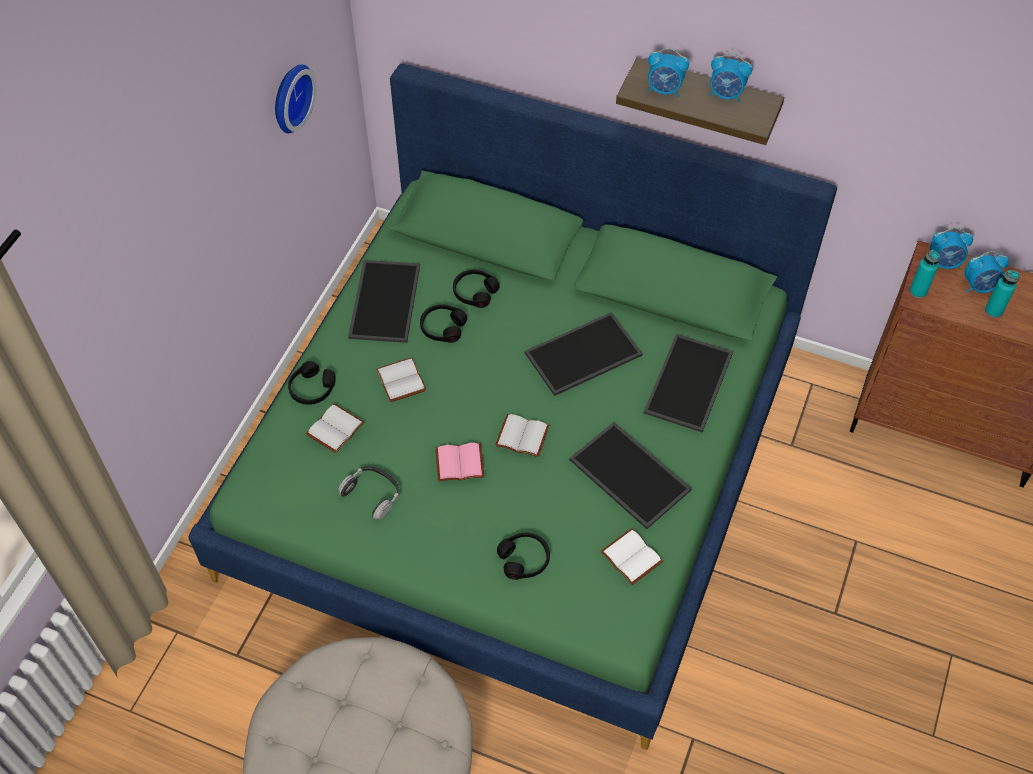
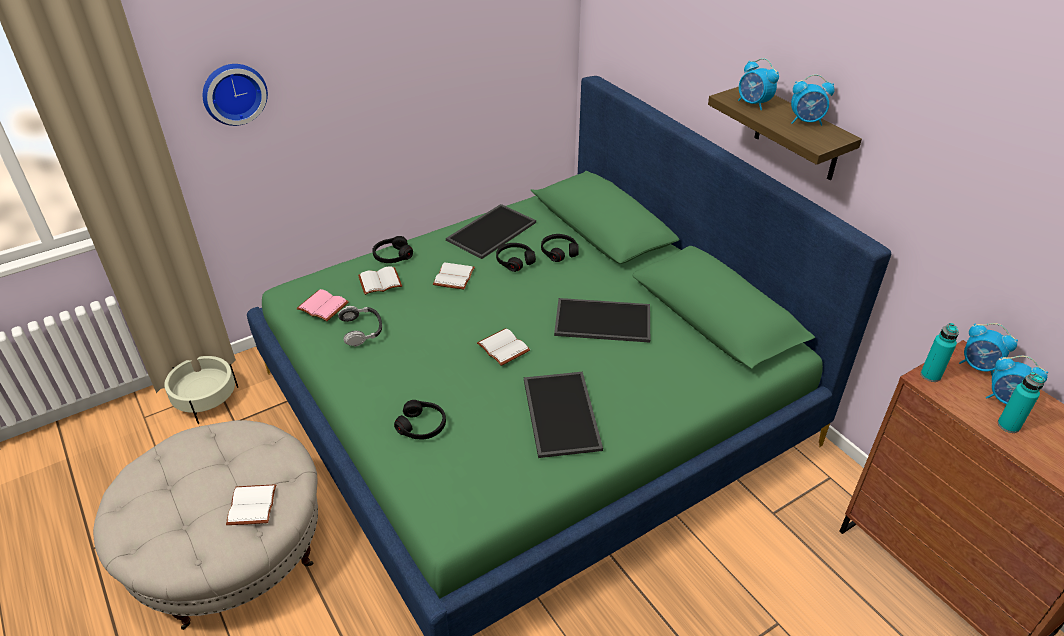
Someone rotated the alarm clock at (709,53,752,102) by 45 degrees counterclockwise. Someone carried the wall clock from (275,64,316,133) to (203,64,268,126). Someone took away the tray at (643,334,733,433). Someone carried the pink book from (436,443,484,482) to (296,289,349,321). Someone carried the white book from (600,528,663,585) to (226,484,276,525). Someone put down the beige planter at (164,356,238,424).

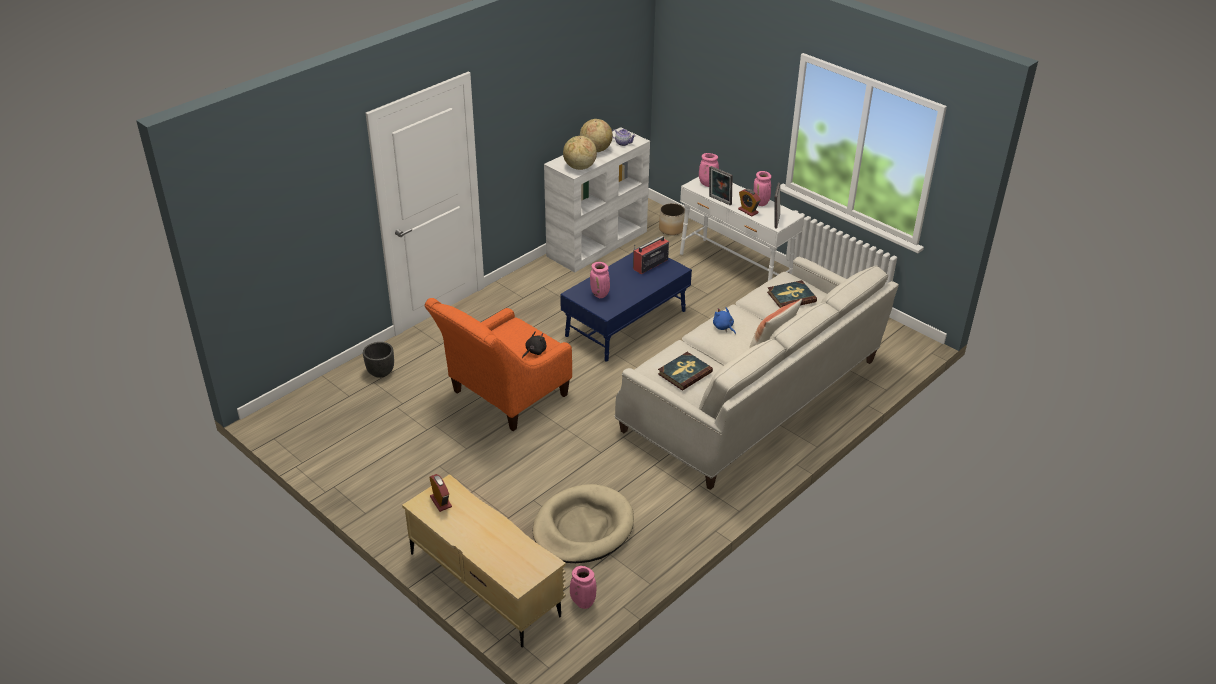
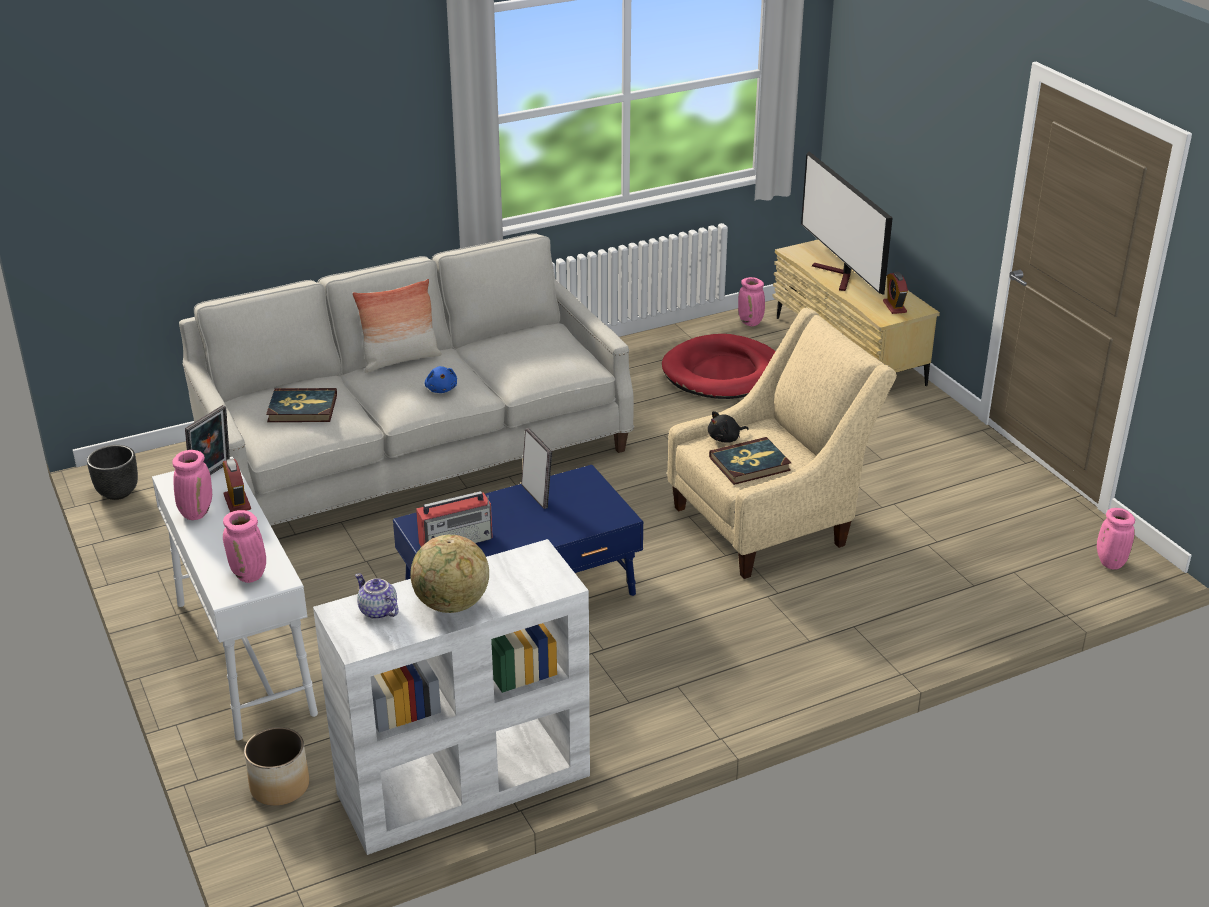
Someone took away the globe at (563,136,597,170). Someone carried the picture frame from (709,166,733,206) to (521,428,552,509). Someone carried the pink vase from (590,262,610,298) to (1097,508,1135,570). Someone repainted the orange armchair at (425,298,572,431), which became the beige armchair at (667,308,897,579). Someone carried the black planter from (363,342,394,378) to (87,445,138,500). Someone carried the book from (658,352,713,390) to (709,437,791,485). Someone repainted the beige dog bed at (533,484,634,563), which became the red dog bed at (662,334,776,399). Someone put down the television at (801,152,893,295).

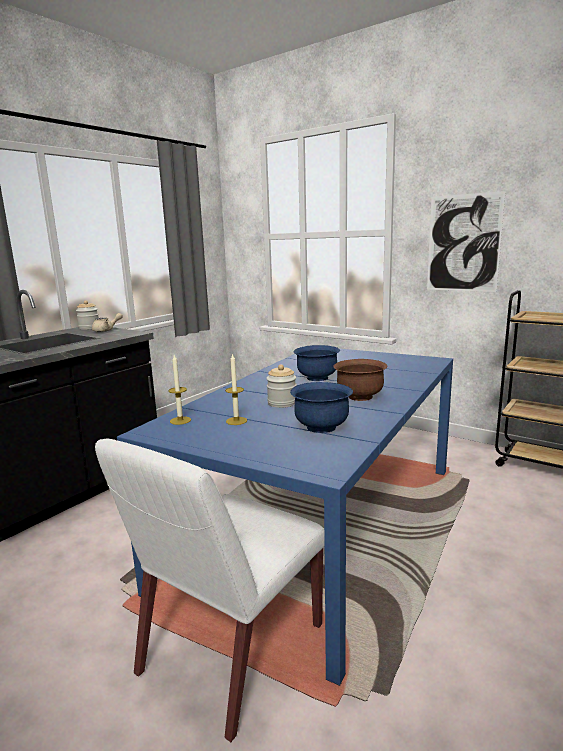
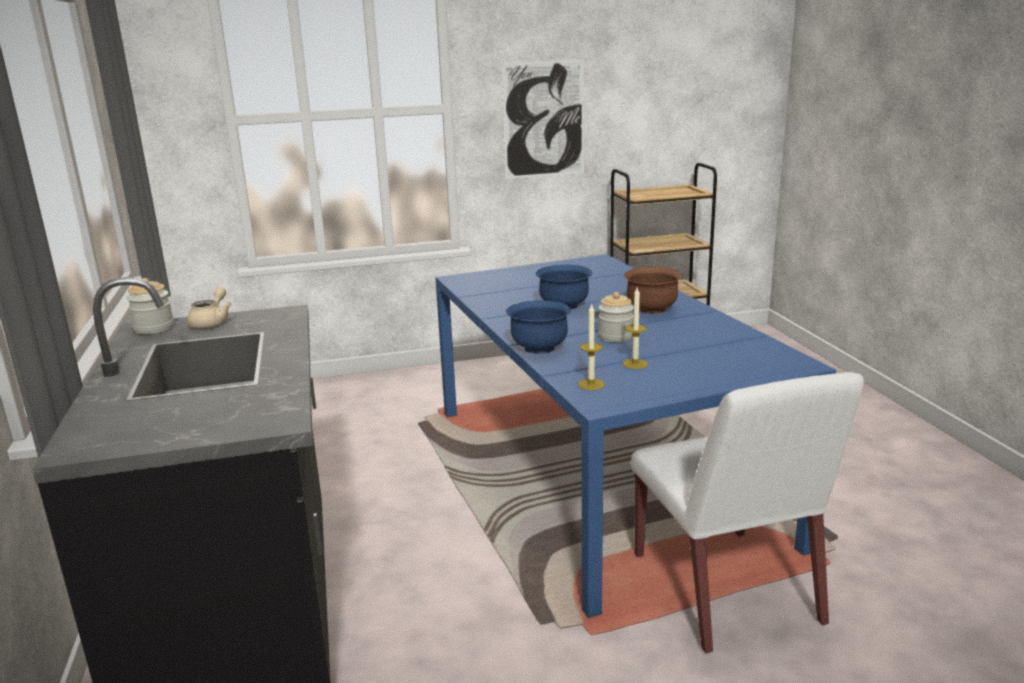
Someone carried the blue bowl from (290,382,353,433) to (506,300,571,354).

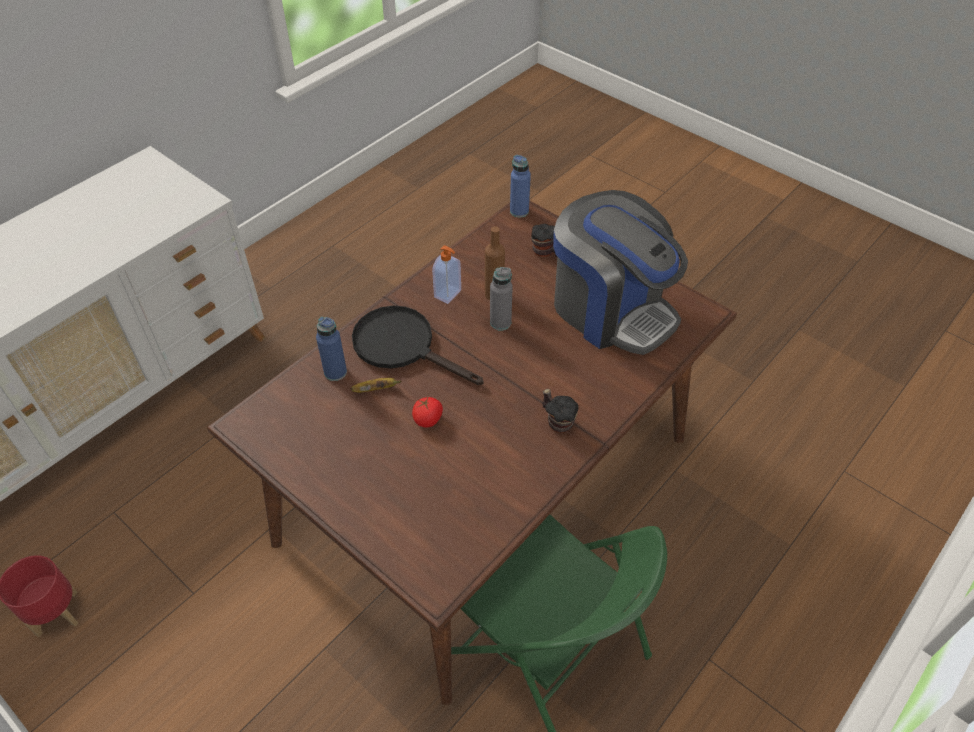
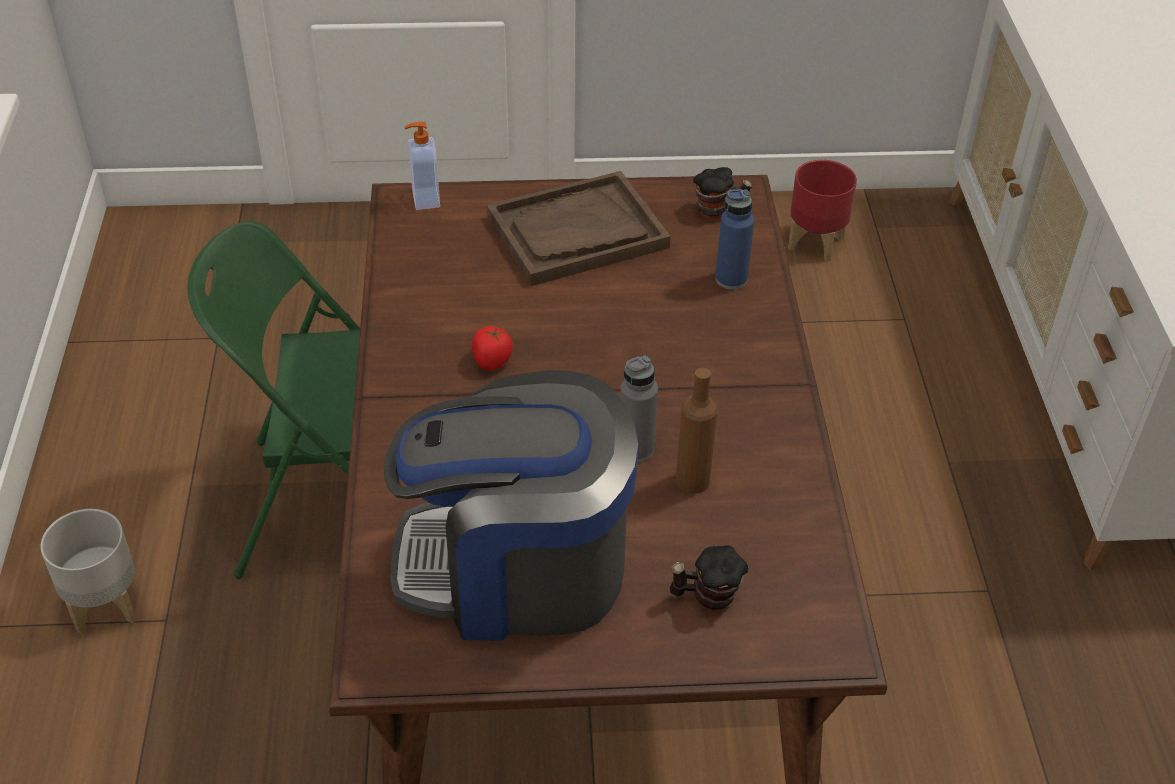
Someone took away the blue bottle at (510,155,531,217). Someone carried the soap dispenser from (432,245,461,304) to (404,122,440,210). Someone took away the black frying pan at (352,306,483,385). Someone took away the banana at (351,378,401,393). Someone carried the mug from (543,389,579,433) to (693,167,752,219). Someone carried the tomato from (412,397,443,428) to (472,326,513,370). Someone put down the brown tray at (487,171,671,286). Someone put down the grey planter at (40,509,136,633).

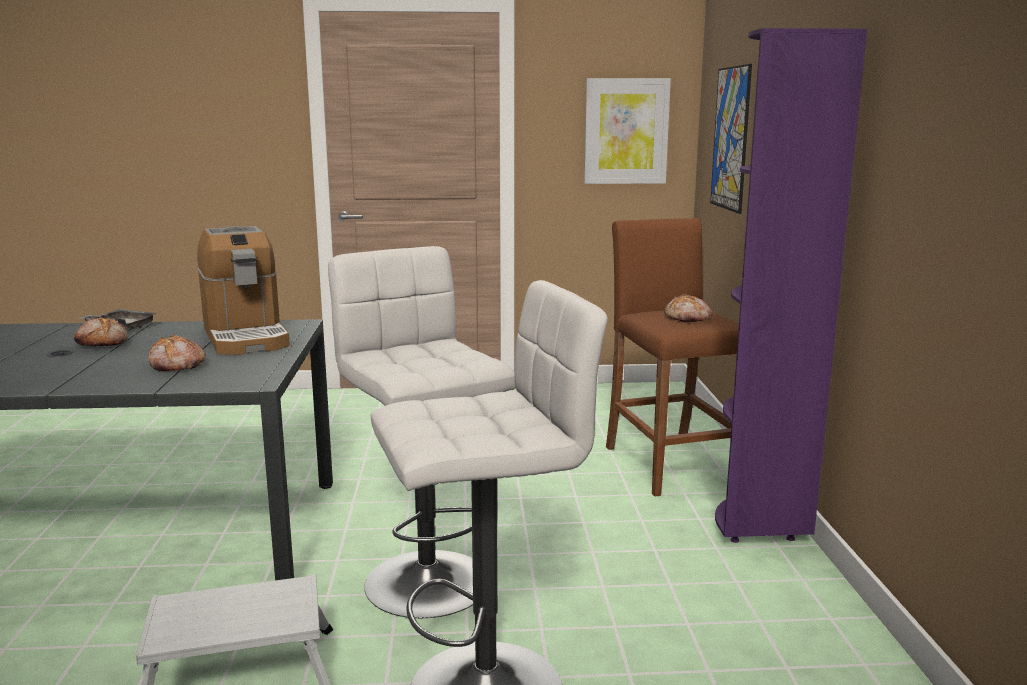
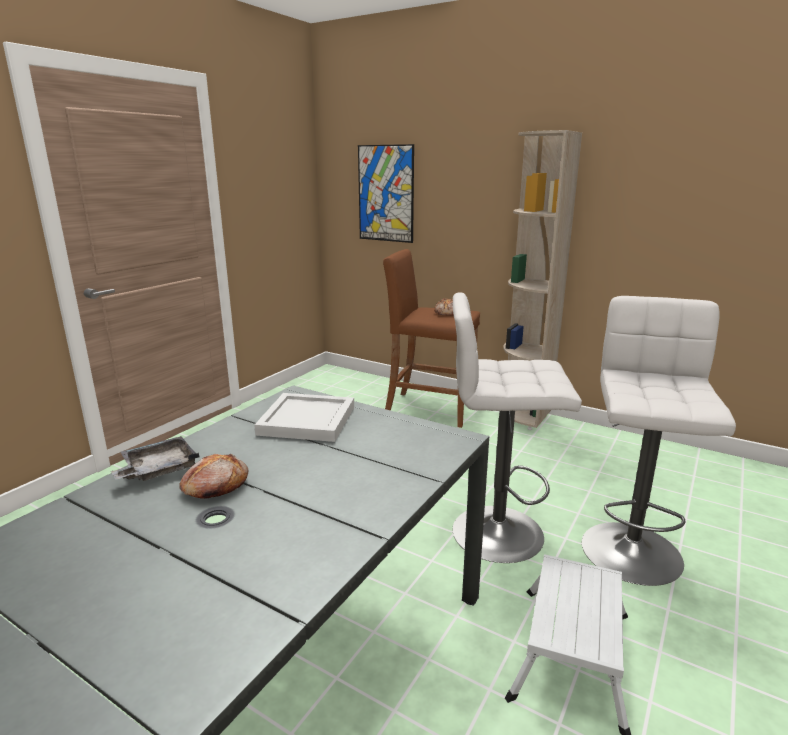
Someone repainted the purple bookcase at (715,28,867,543), which became the beige bookcase at (503,130,582,430). Someone took away the picture at (584,78,671,184). Someone swapped the coffee machine at (197,226,290,355) for the white tray at (254,393,354,442). Someone took away the bread at (148,334,206,371).

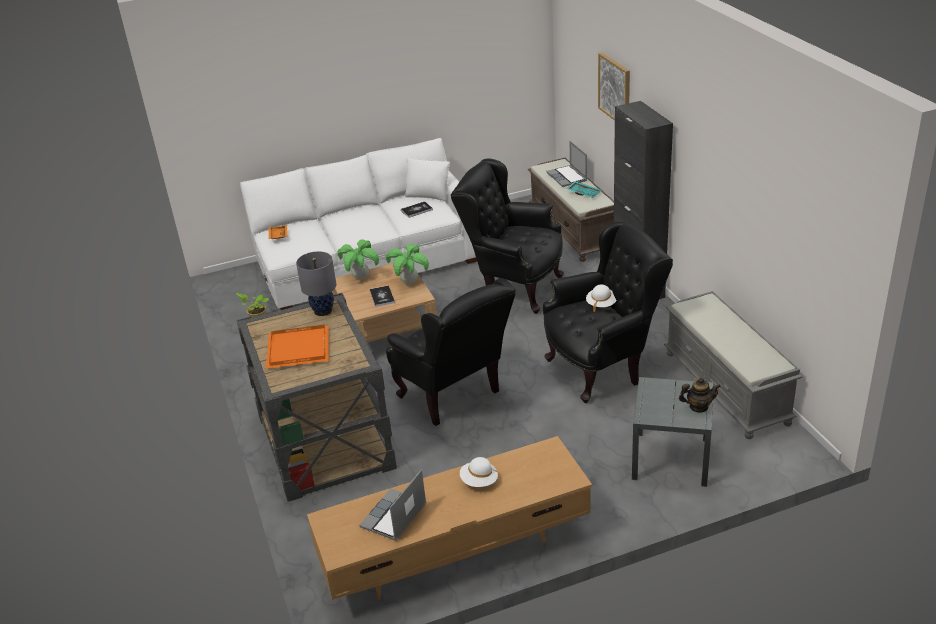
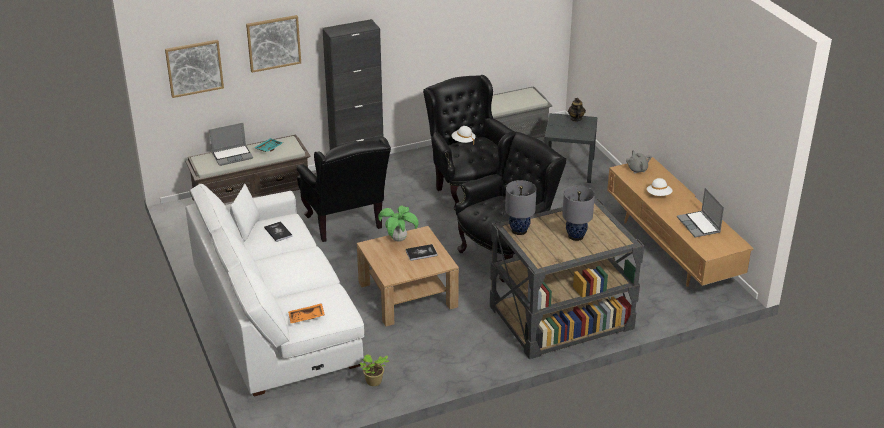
Someone rotated the black armchair at (451,159,564,314) by 45 degrees counterclockwise. Someone took away the potted plant at (337,239,379,279). Someone swapped the orange tray at (266,325,329,369) for the grey table lamp at (562,185,595,241). Someone rotated the laptop at (359,470,426,541) by 45 degrees clockwise. Someone put up the picture at (165,40,224,98). Someone put down the grey teapot at (626,150,651,174).

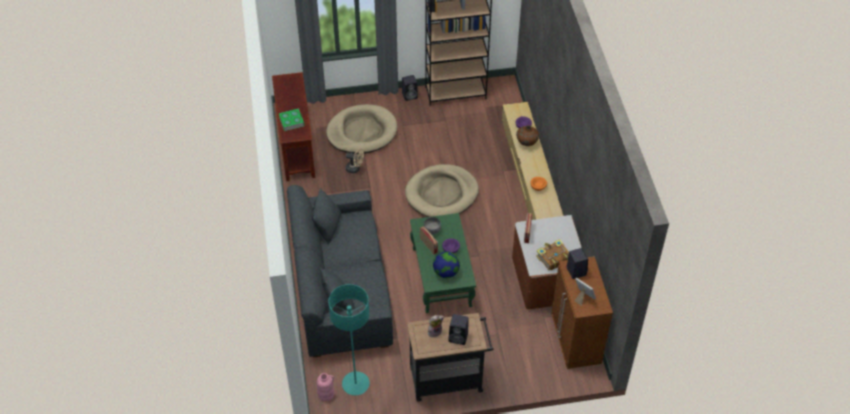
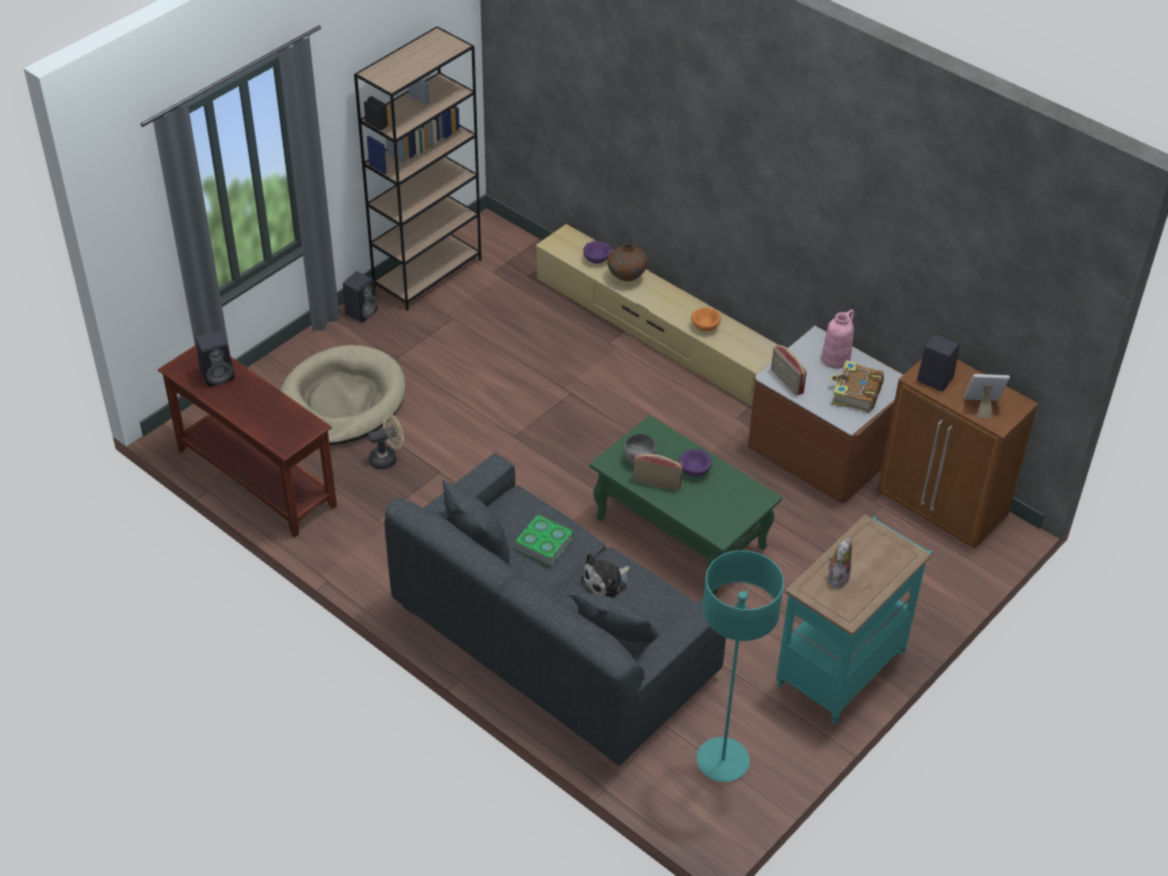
Someone carried the book from (279,109,305,131) to (515,515,574,566). Someone took away the beige dog bed at (405,164,479,217). Someone took away the globe at (433,251,460,278). Someone repainted the black cart at (407,313,493,401), which became the turquoise cart at (776,515,933,724). Someone carried the black speaker from (448,314,468,345) to (195,330,235,387). Someone carried the pink vase from (317,373,335,401) to (822,309,854,369). Someone put down the plush toy at (581,553,630,598).

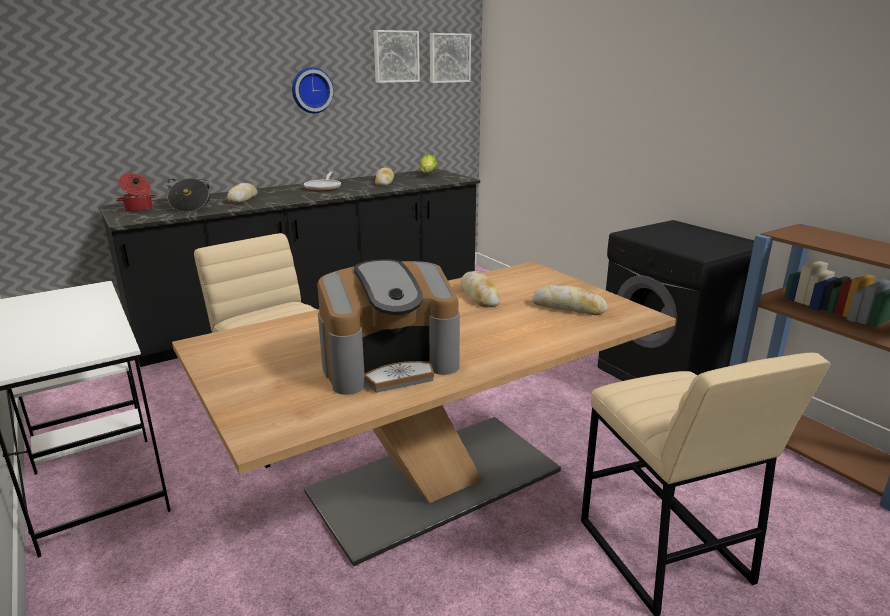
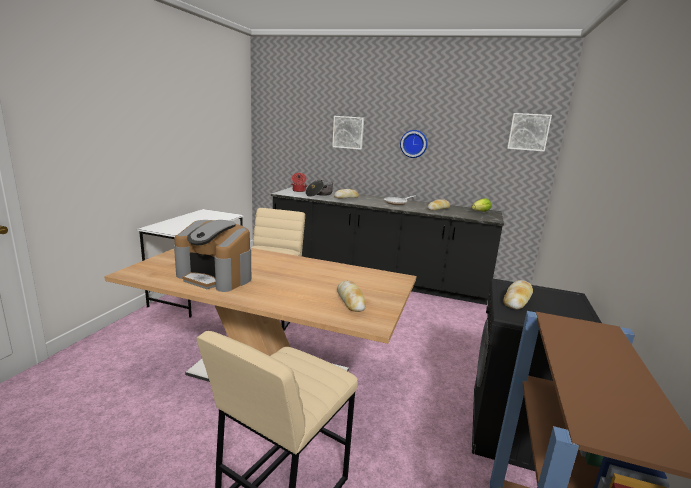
Someone carried the picture from (373,30,420,83) to (332,116,364,150). Someone carried the bread from (460,271,501,307) to (503,280,533,310).

